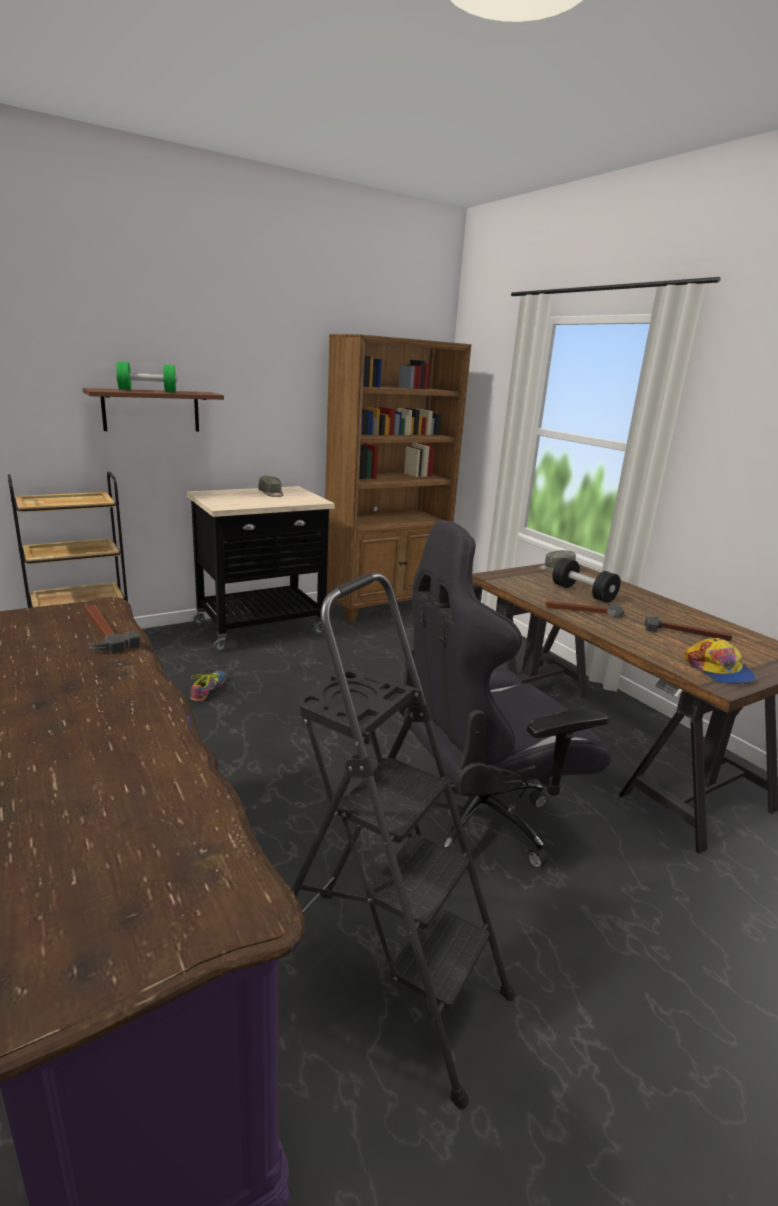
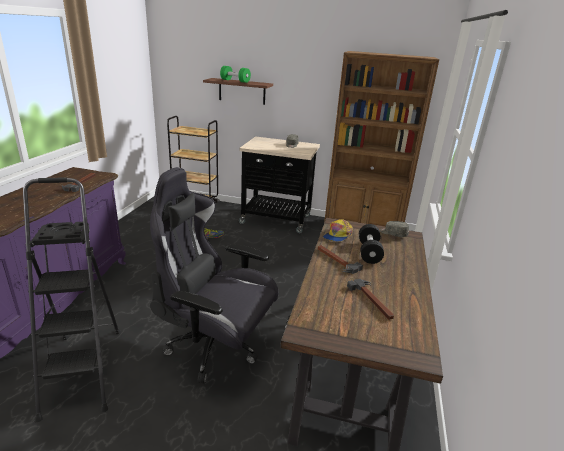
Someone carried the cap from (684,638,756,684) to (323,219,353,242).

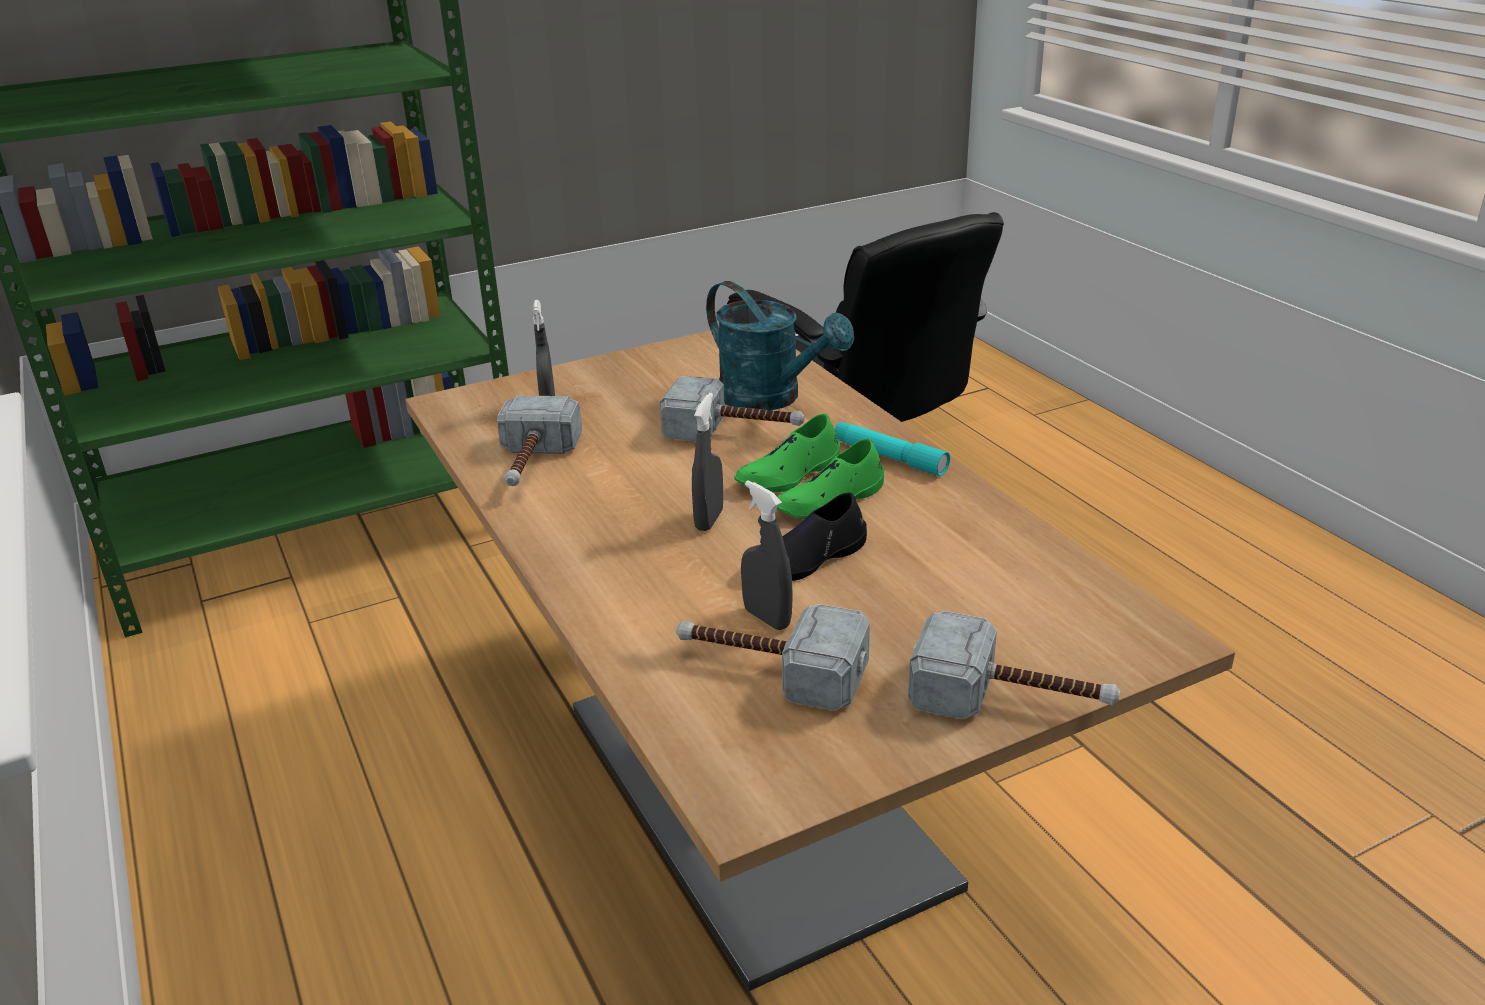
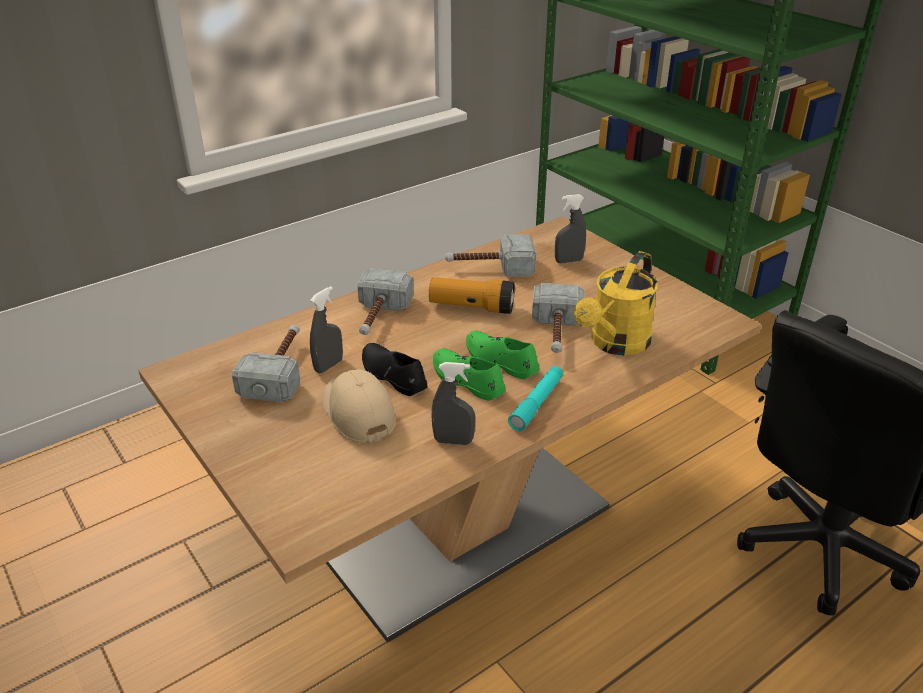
Someone repainted the turquoise watering can at (706,281,854,410), which became the yellow watering can at (574,251,658,356). Someone carried the grey spray bottle from (692,393,723,531) to (432,362,475,445). Someone carried the hammer from (908,611,1120,719) to (358,268,413,335). Someone put down the flashlight at (429,277,515,314). Someone put down the beige cap at (322,369,396,443).

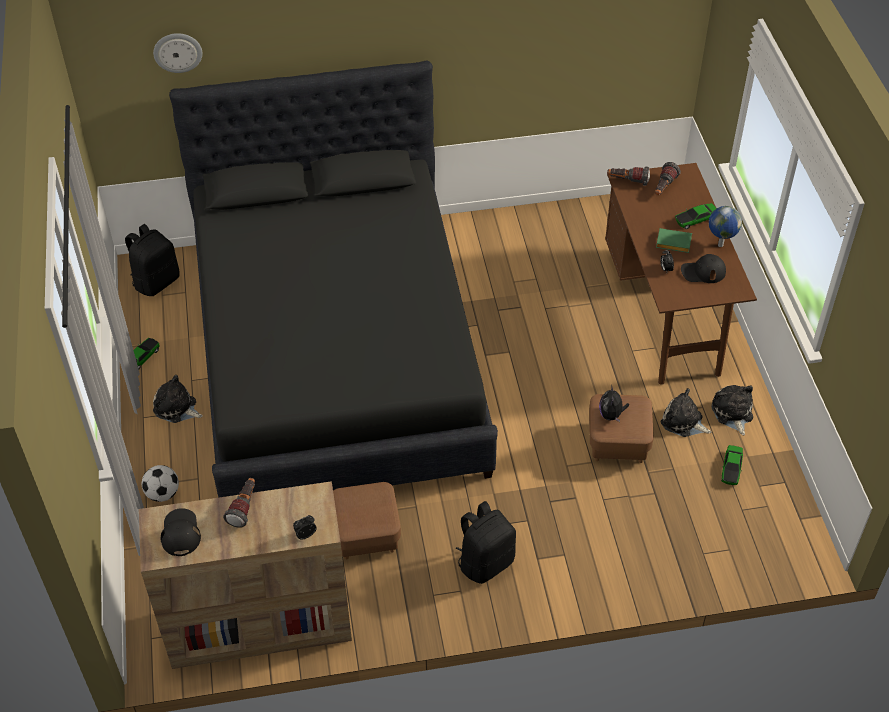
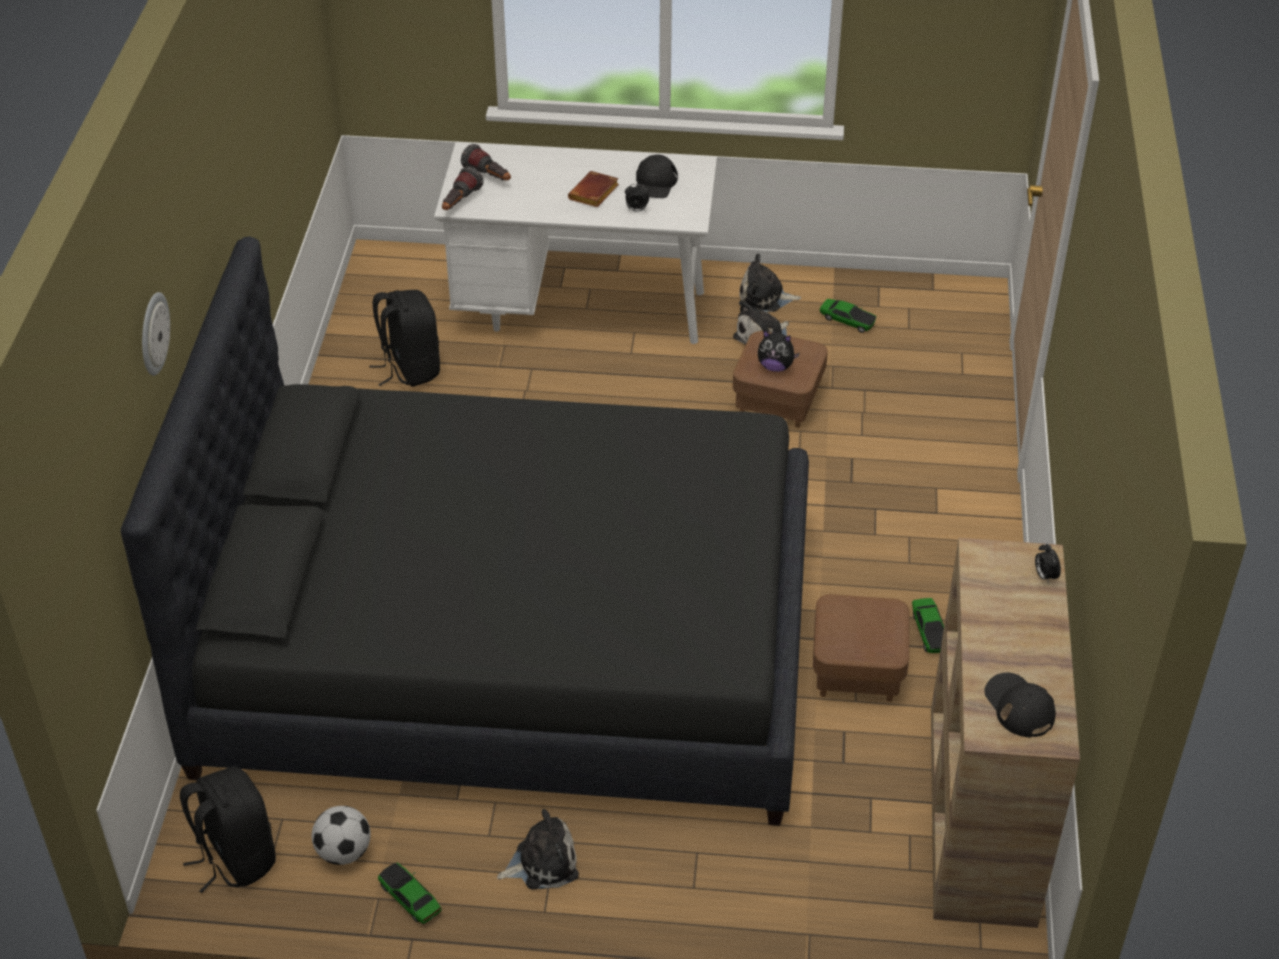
Someone carried the wall clock from (153,33,202,73) to (142,292,170,376). Someone repainted the brown desk at (605,163,757,385), which became the white desk at (434,141,717,344). Someone carried the toy car from (675,203,717,229) to (912,598,944,653). Someone took away the globe at (709,206,742,247). Someone repainted the green book at (656,228,692,253), which became the brown book at (568,171,619,207). Someone rotated the plush toy at (153,375,202,423) by 150 degrees counterclockwise. Someone carried the football from (142,465,179,502) to (312,806,371,865). Someone took away the flashlight at (223,478,255,528). Someone carried the black backpack from (456,501,516,584) to (369,290,440,387). Someone rotated the black cap at (161,508,201,556) by 60 degrees clockwise.

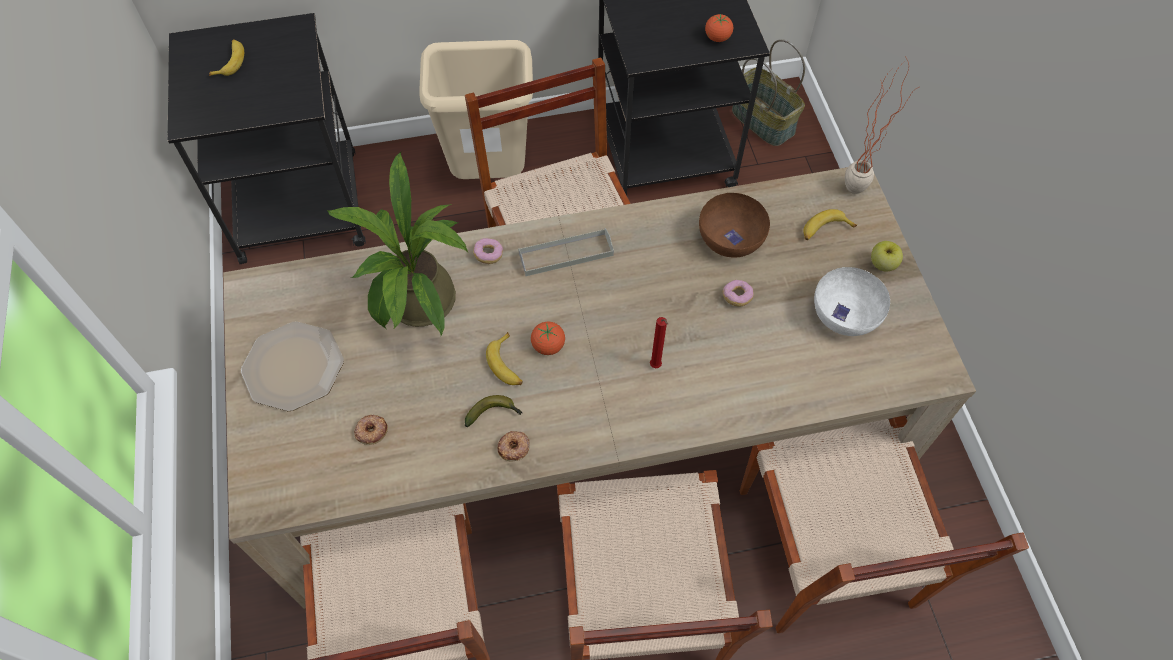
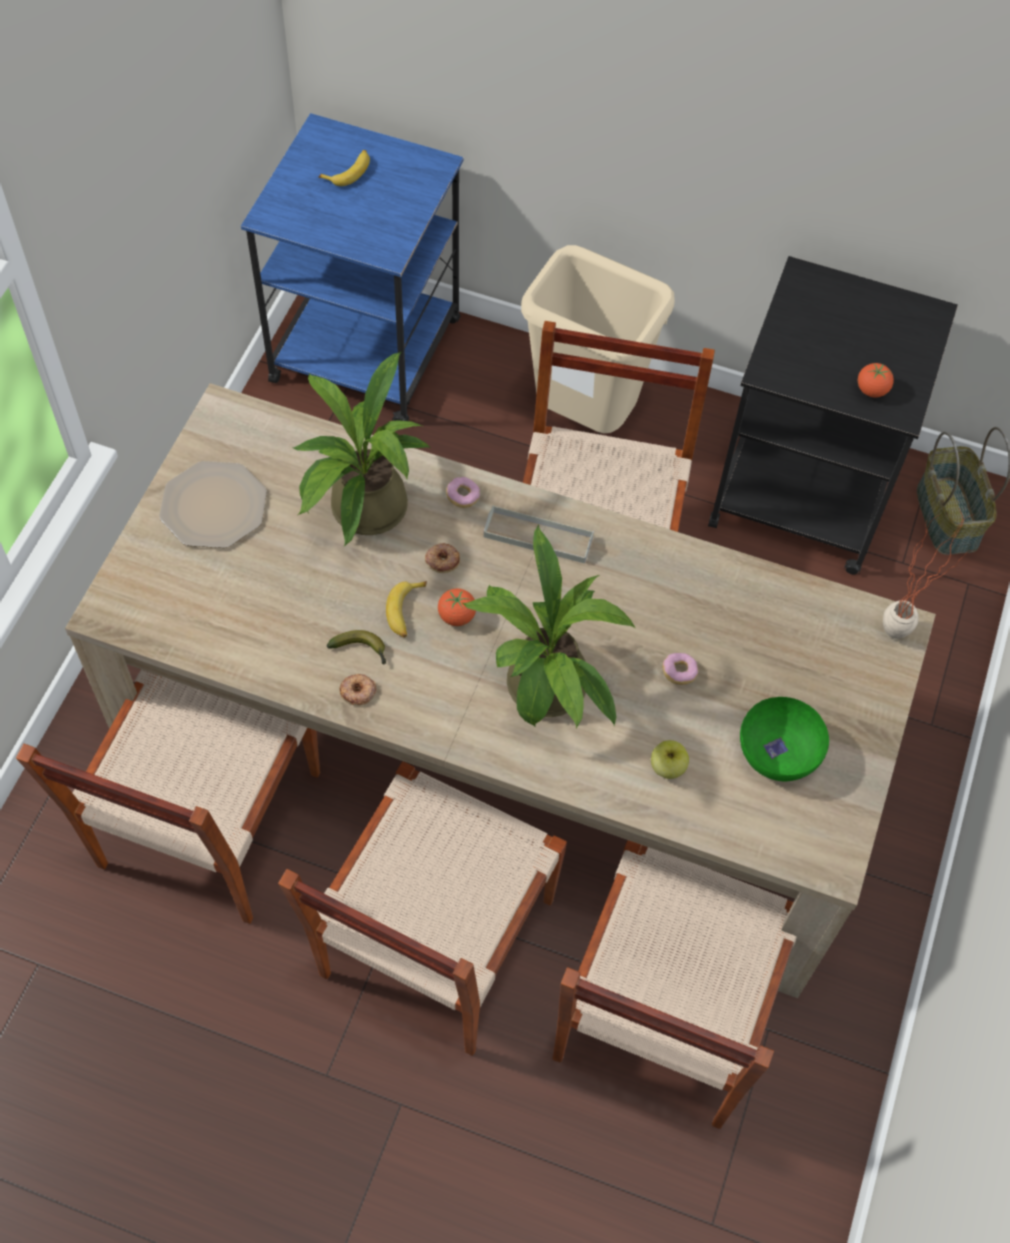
Someone repainted the black cart at (167,13,366,264), which became the blue cart at (241,113,464,421). Someone took away the brown bowl at (699,193,770,258). Someone took away the banana at (803,209,857,240). Someone carried the apple from (871,241,903,271) to (651,740,689,779). Someone repainted the white bowl at (814,267,890,336), which became the green bowl at (740,697,829,782). Someone swapped the red candle at (650,317,668,368) for the potted plant at (463,525,636,728). Someone carried the donut from (354,415,388,445) to (425,543,460,573).

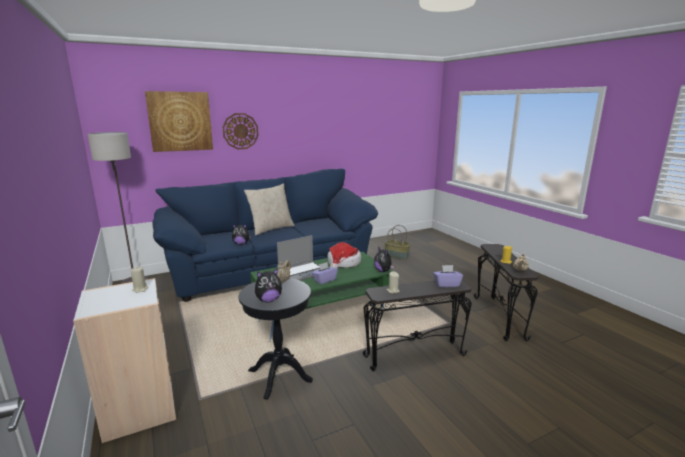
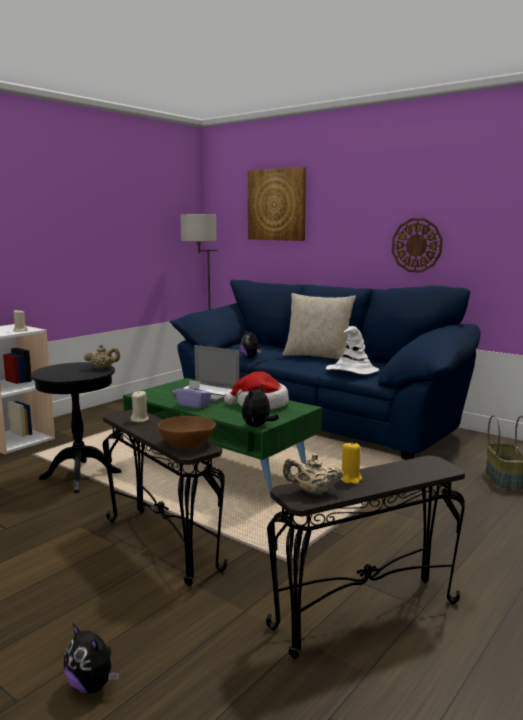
Someone carried the wall clock from (223,113,259,149) to (392,218,443,273). Someone swapped the purple tissue box at (433,265,463,287) for the brown bowl at (158,416,216,448). Someone carried the plush toy from (255,268,282,302) to (64,623,119,694). Someone put down the white hat at (326,326,379,375).

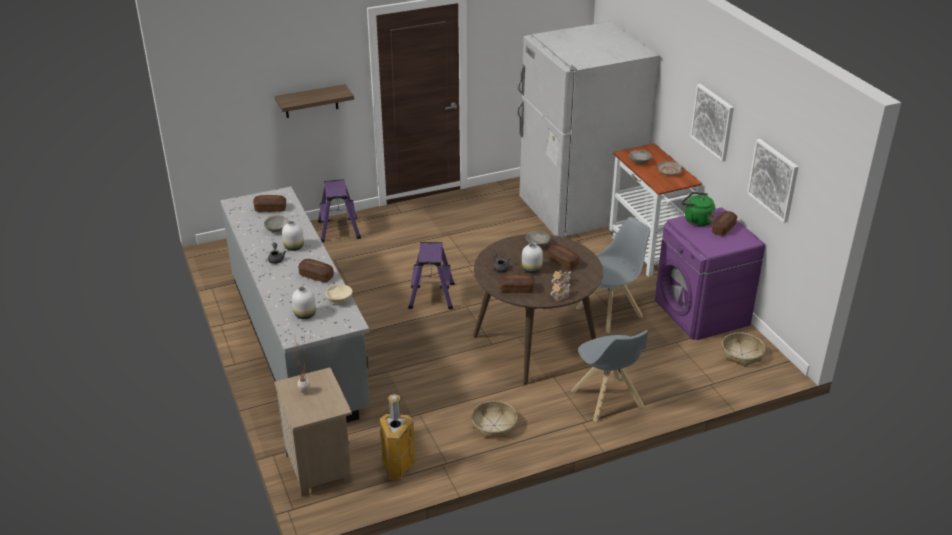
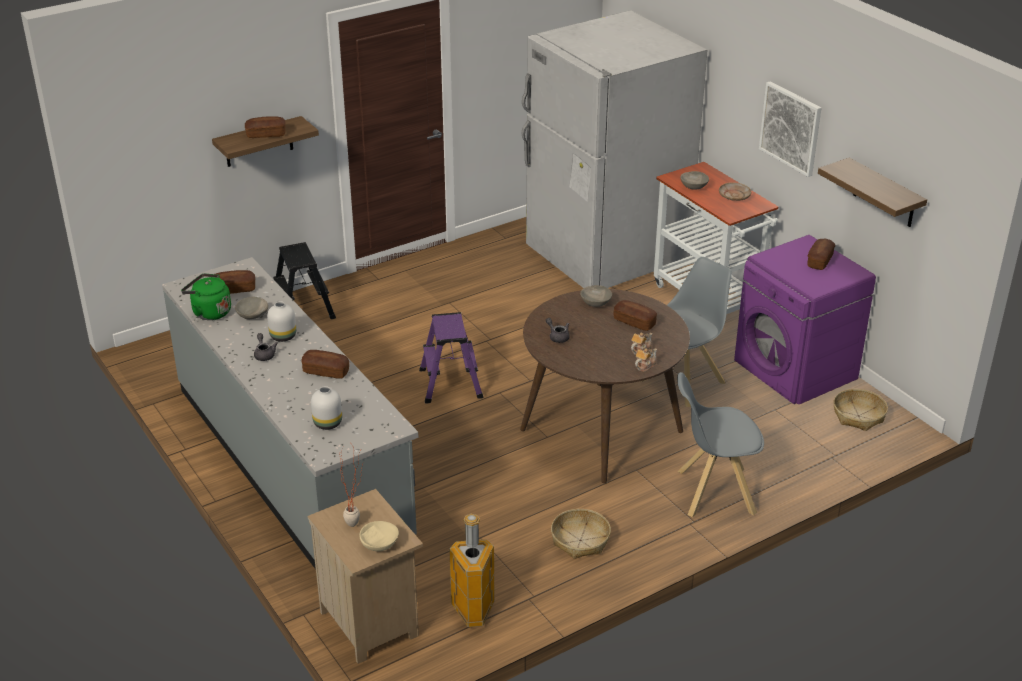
Someone swapped the picture at (747,139,798,223) for the shelf at (818,158,927,227). Someone repainted the purple step ladder at (318,179,361,243), which became the black step ladder at (273,242,336,319). Someone carried the green kettle from (681,192,715,227) to (181,273,231,320). Someone took away the white vase at (522,243,543,273). Someone carried the bread from (499,274,535,293) to (245,117,286,138). Someone carried the beige bowl from (326,284,353,303) to (359,521,399,551). Someone rotated the grey chair at (571,330,648,422) by 120 degrees clockwise.

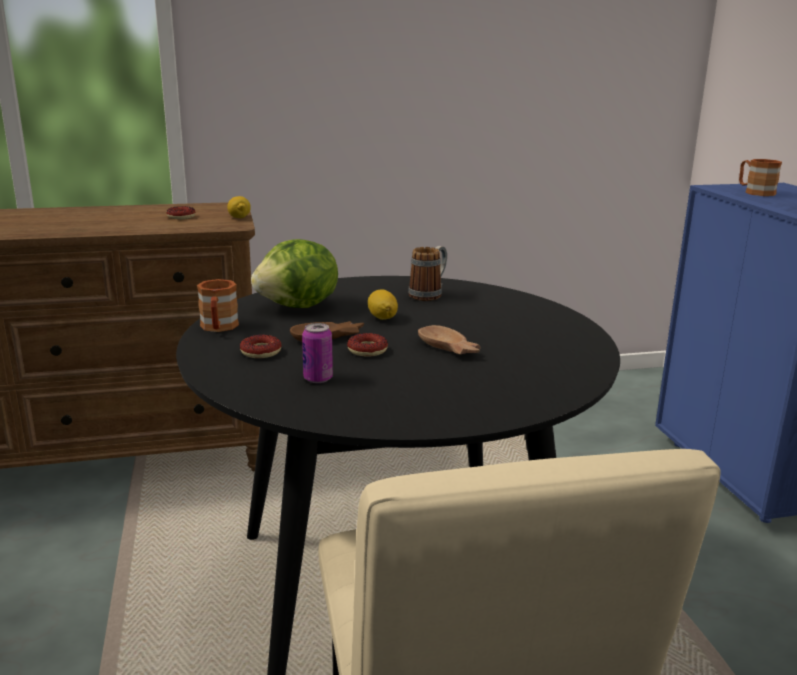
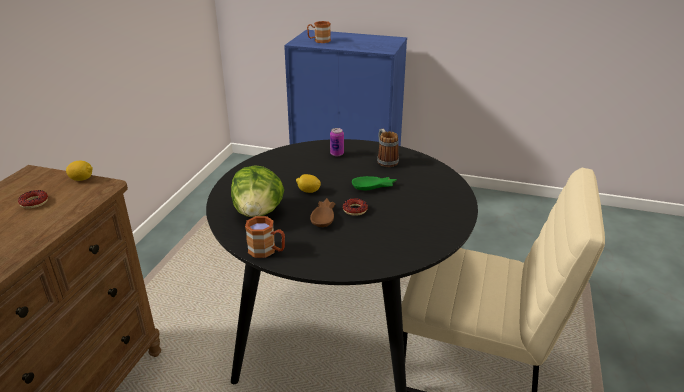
Someone carried the mug from (408,246,447,301) to (377,129,399,167). Someone carried the can from (302,323,333,383) to (330,128,344,156). Someone repainted the brown bowl at (418,325,481,354), which became the green bowl at (352,176,397,190). Someone took away the donut at (240,335,281,358).

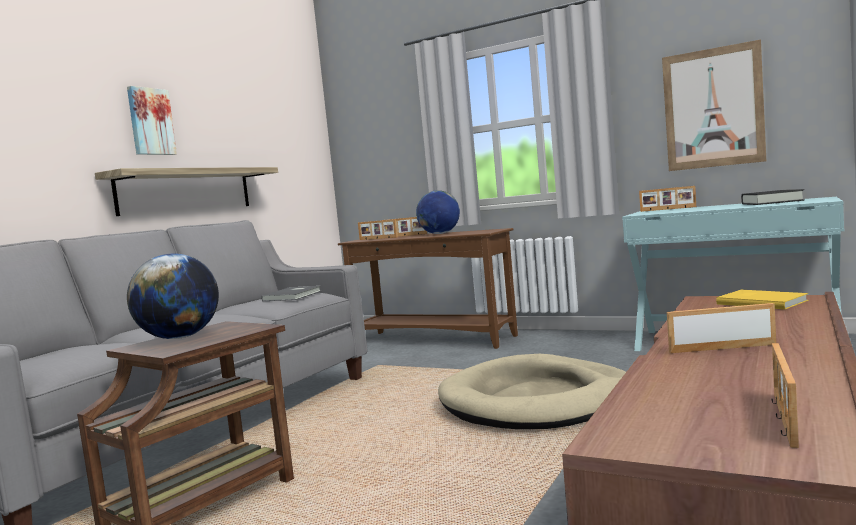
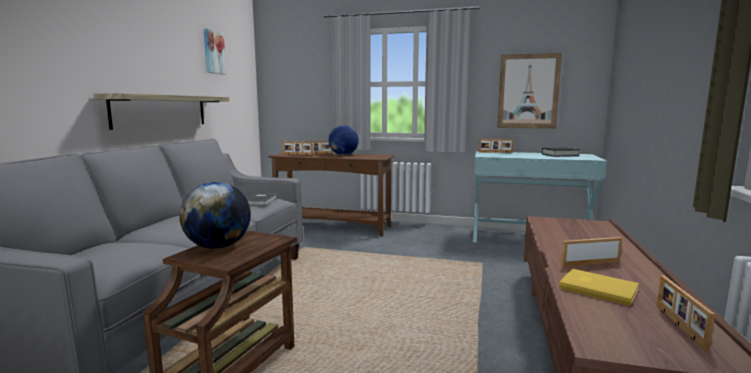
Someone carried the picture from (127,86,177,155) to (203,28,226,74). Someone carried the yellow book from (716,290,808,309) to (559,269,639,306). Someone took away the beige dog bed at (438,354,626,429).

